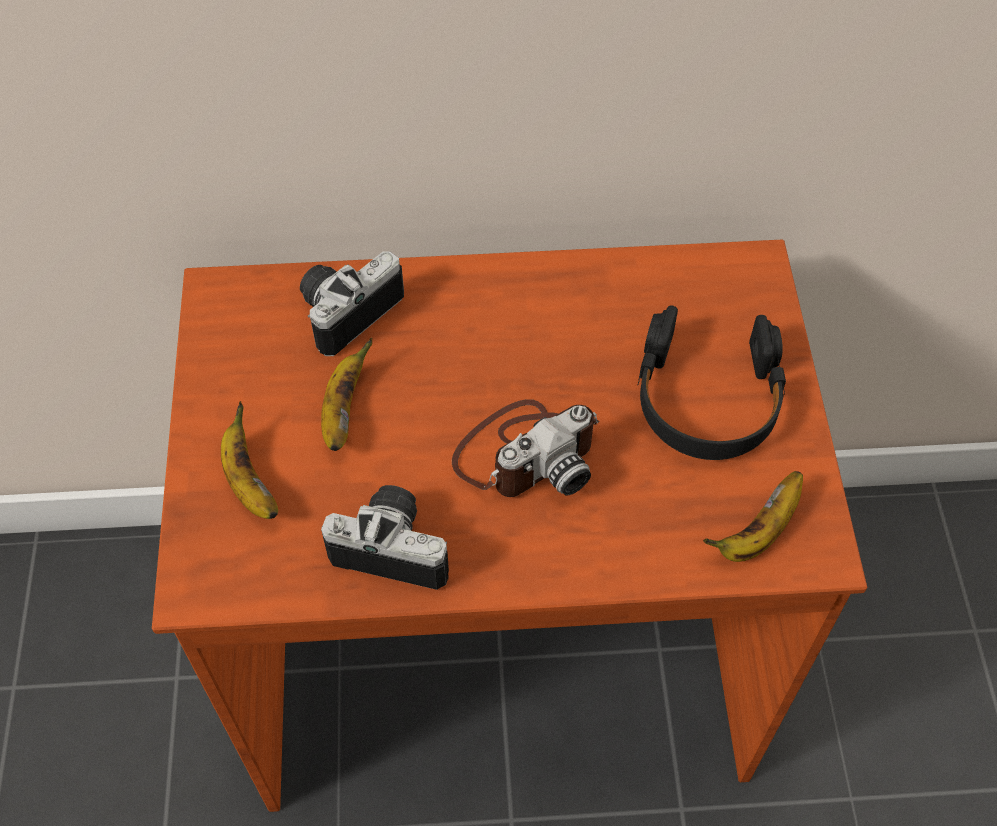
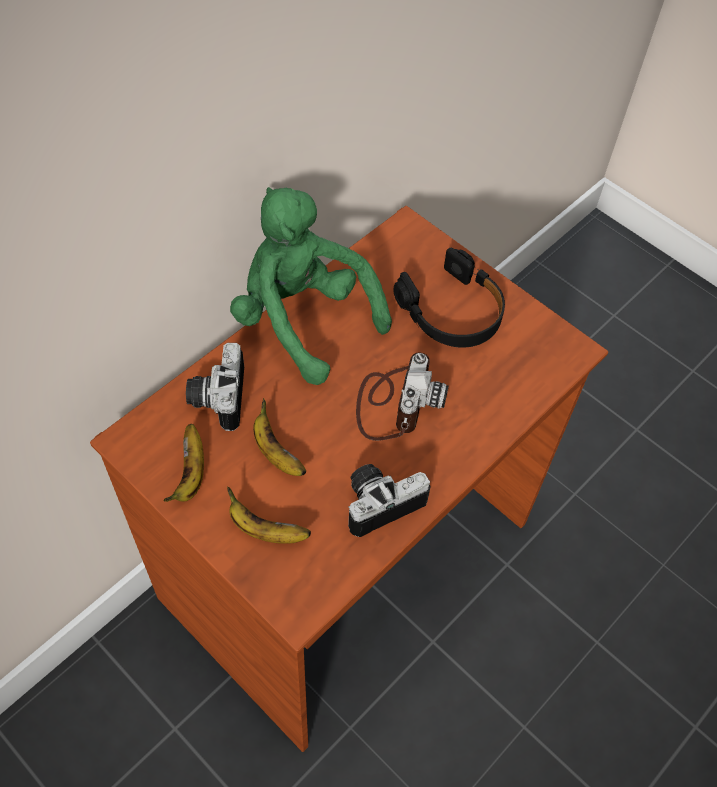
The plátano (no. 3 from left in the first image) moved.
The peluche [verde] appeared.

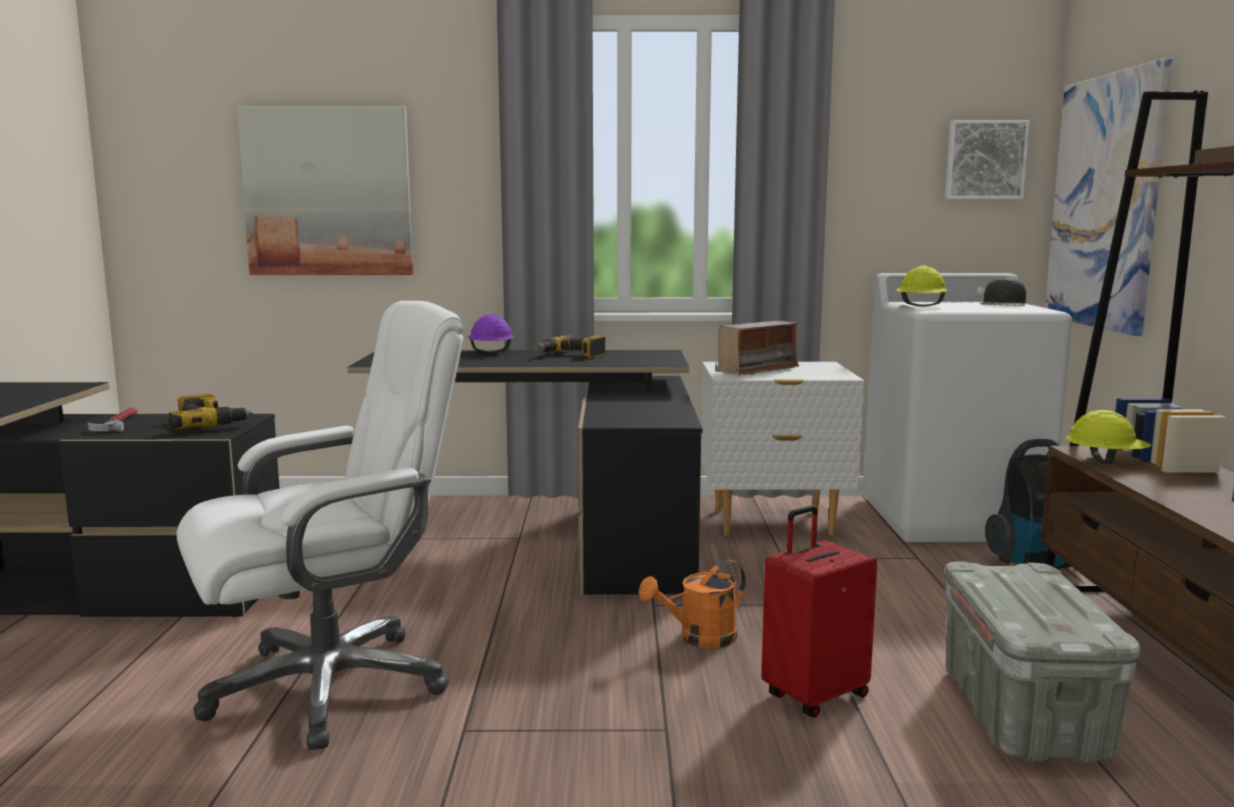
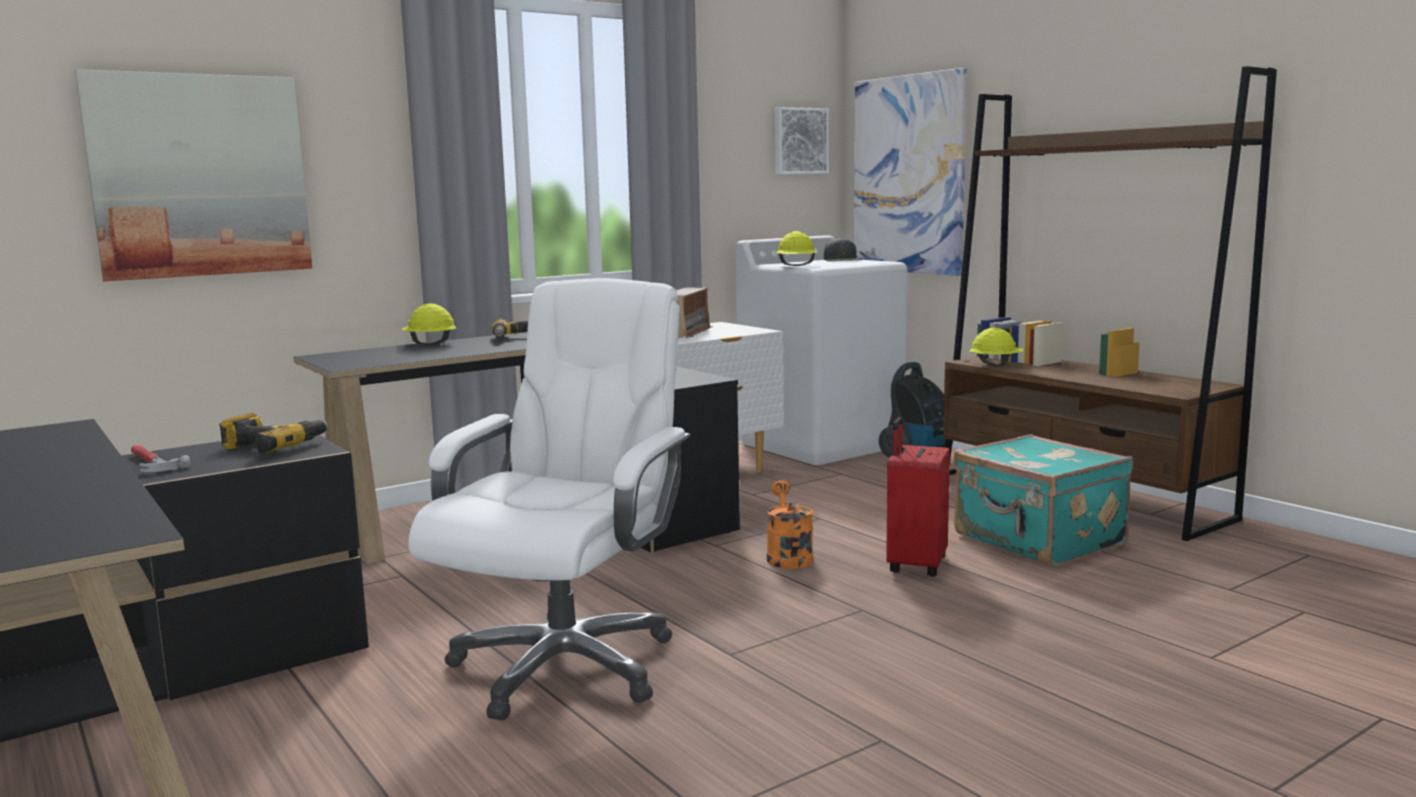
The casco [morado] became the casco [amarillo] (no. 1 from left).
The regadera [naranja] turned 150 degrees clockwise.
The caja de almacenaje [gris] was replaced by the maleta [turquesa].

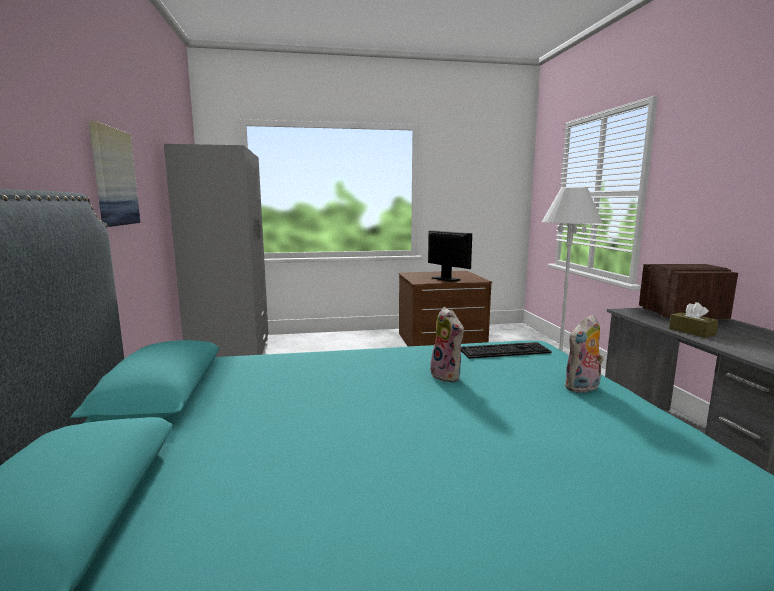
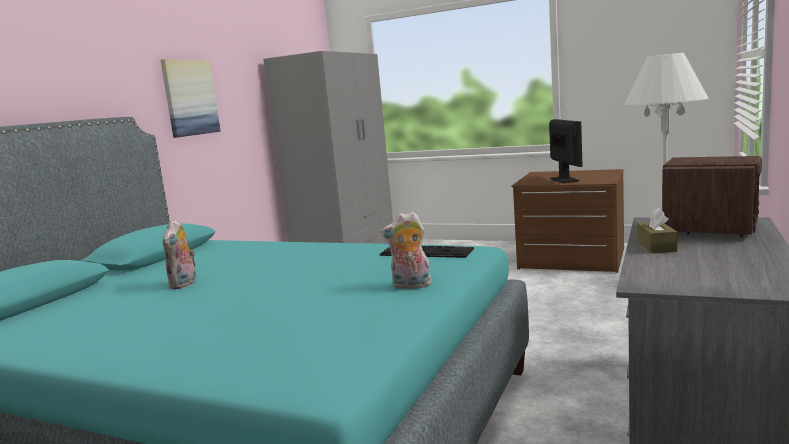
The peluche (no. 1 from left) moved.

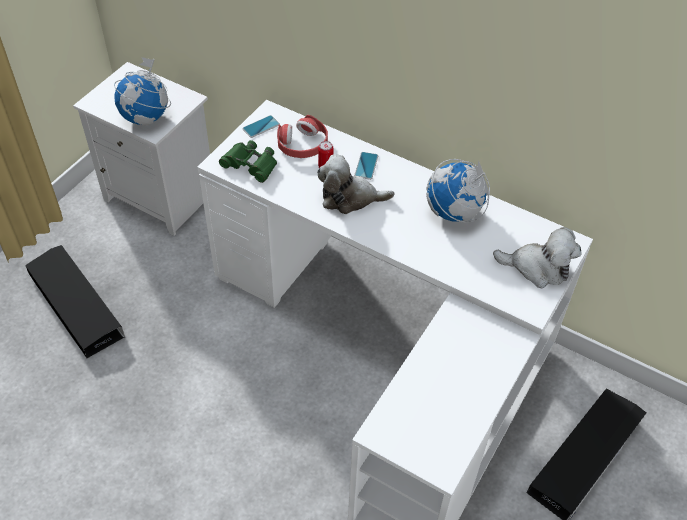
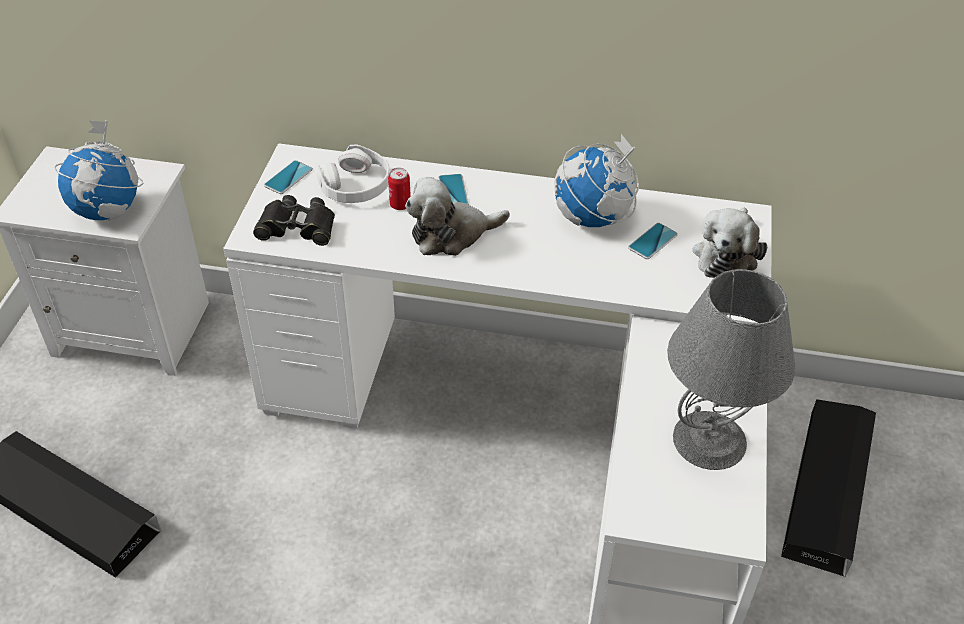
The prismáticos [verde] became the prismáticos [negro].
The auriculares [rojo] became the auriculares [blanco].
The peluche (no. 2 from left) turned 120 degrees clockwise.
The móvil (no. 3 from left) appeared.
The lámpara de mesa [gris] appeared.

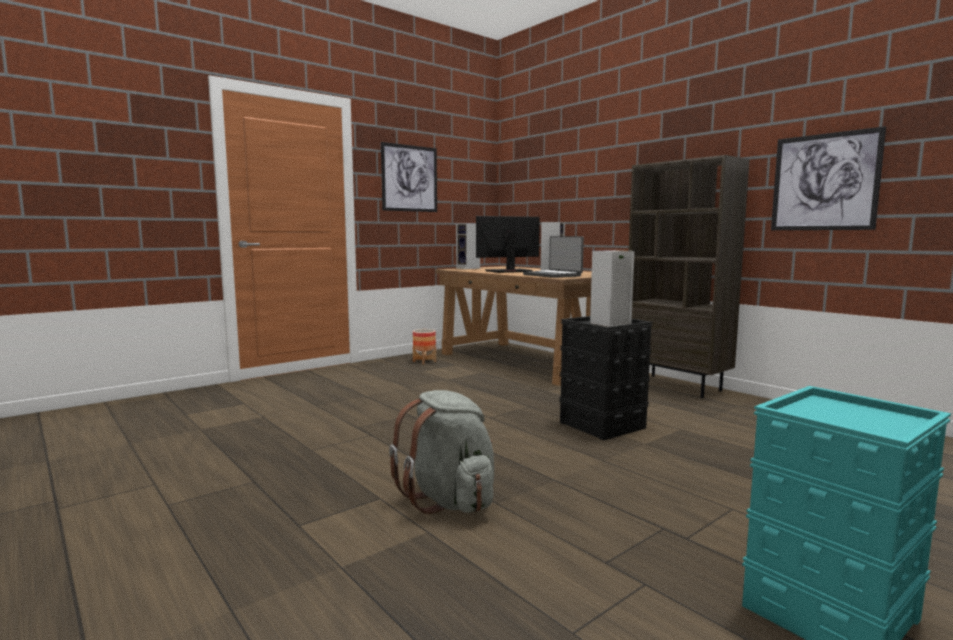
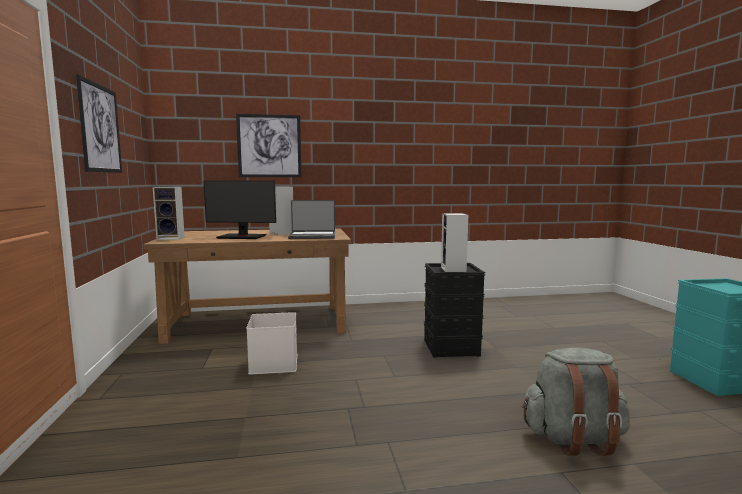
The maceta disappeared.
The monitor turned 90 degrees counterclockwise.
The estantería [marrón] disappeared.
The cuadro (no. 2 from left) moved.
The caja de almacenaje [blanco] appeared.

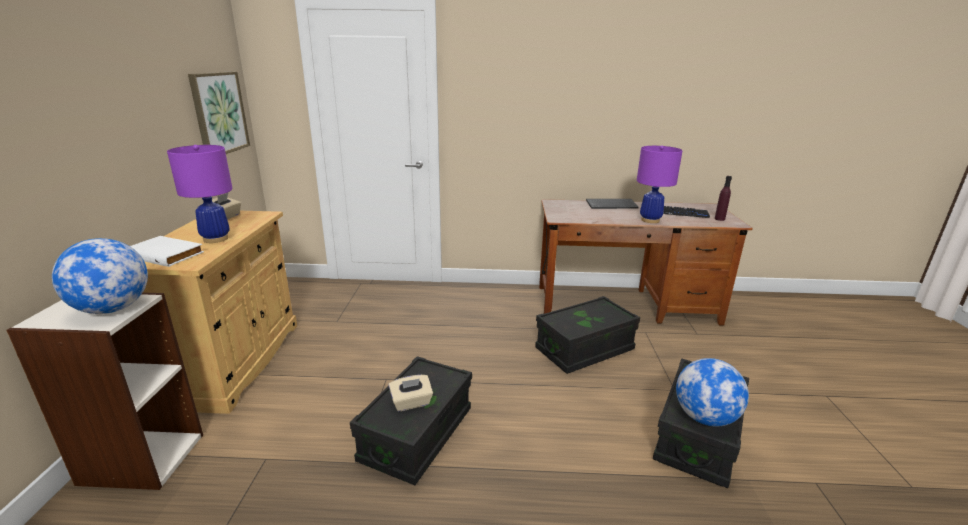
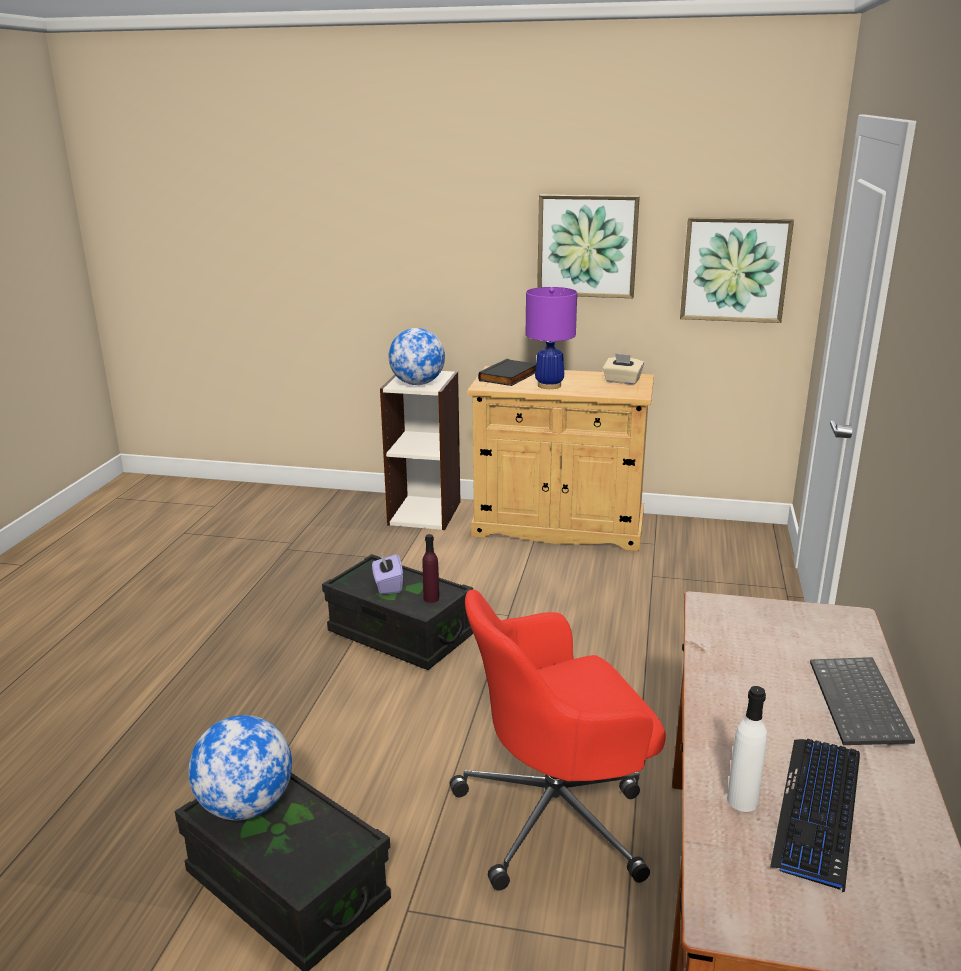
The libro [blanco] became the libro [negro].
The caja de pañuelos [beis] (no. 2 from left) became the caja de pañuelos [morado].
The caja de almacenaje [negro] (no. 2 from left) was replaced by the silla de oficina [rojo].
The lámpara de mesa [morado] (no. 2 from left) disappeared.
The botella [morado] moved.
The cuadro (no. 1 from left) appeared.
The botella [blanco] appeared.

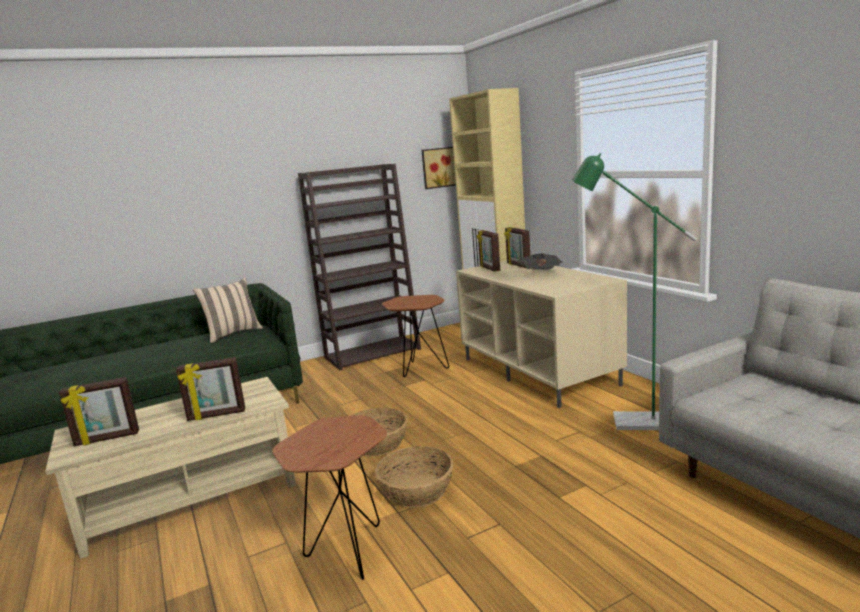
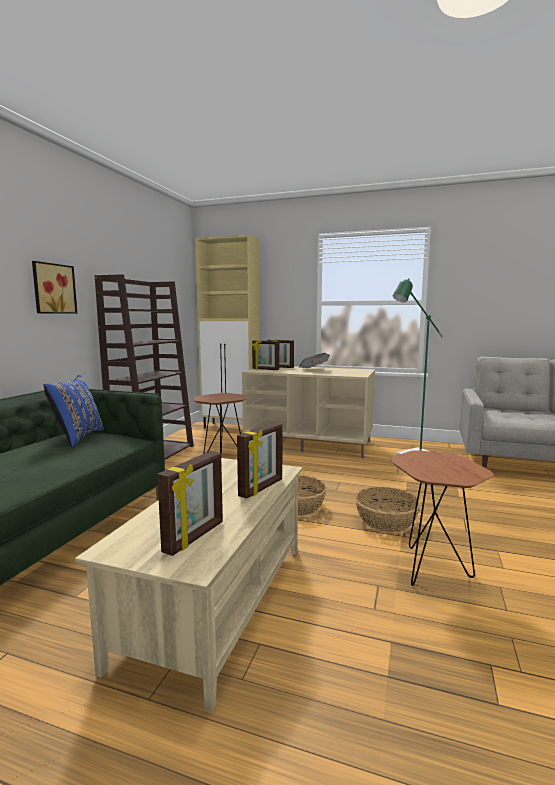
The cojín [beis] became the cojín [azul].
The cuadro moved.

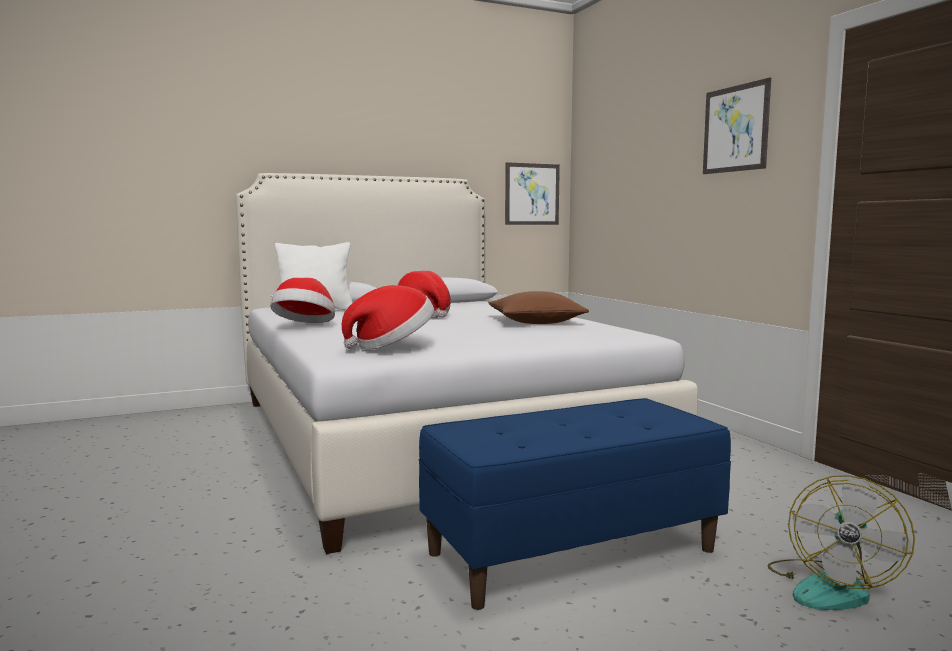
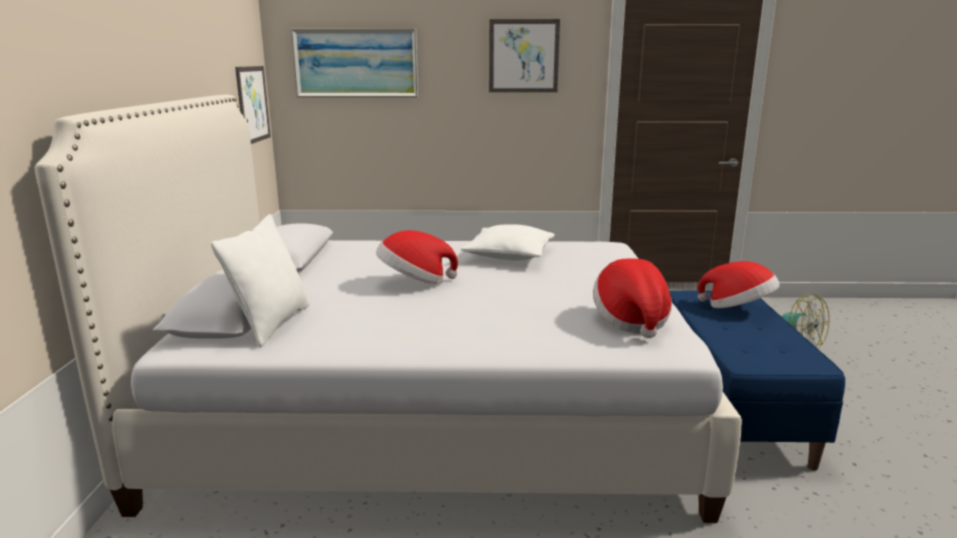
The sombrero (no. 1 from left in the first image) moved.
The cojín [marrón] became the cojín [blanco] (no. 2 from left).
The cuadro (no. 2 from left) appeared.

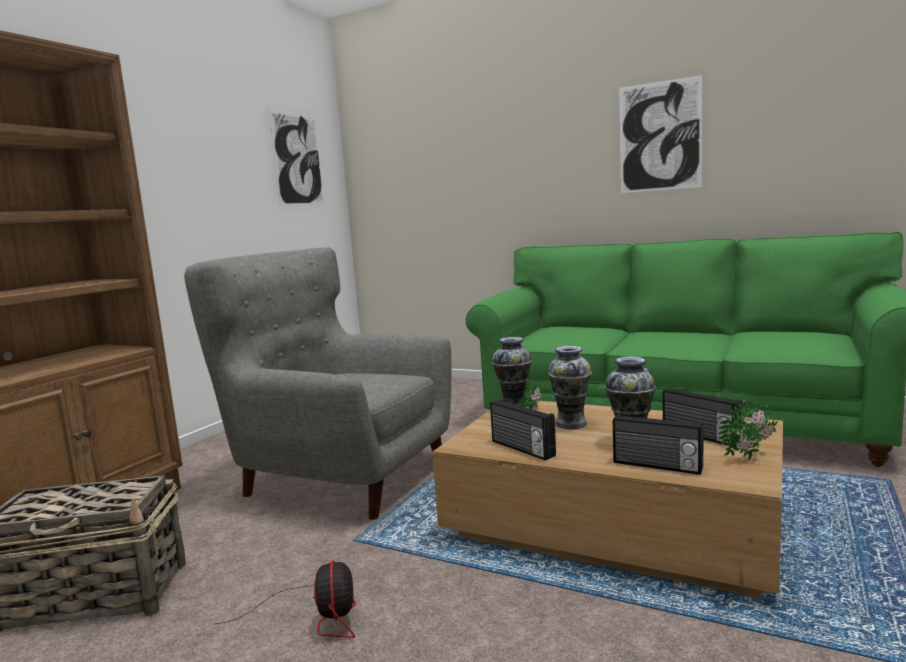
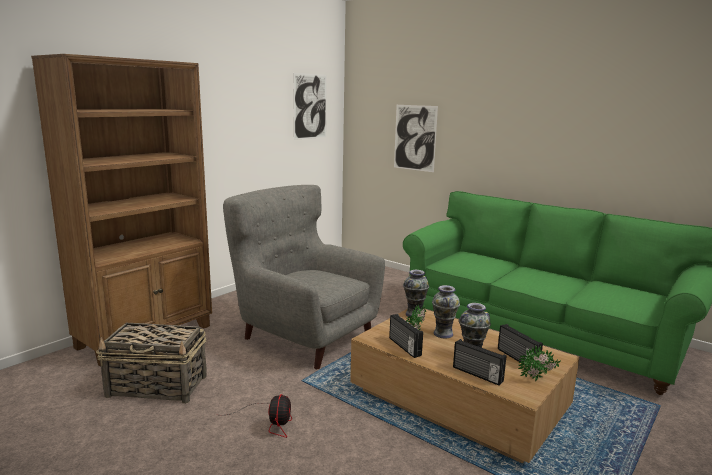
The cuadro (no. 2 from left) moved.

